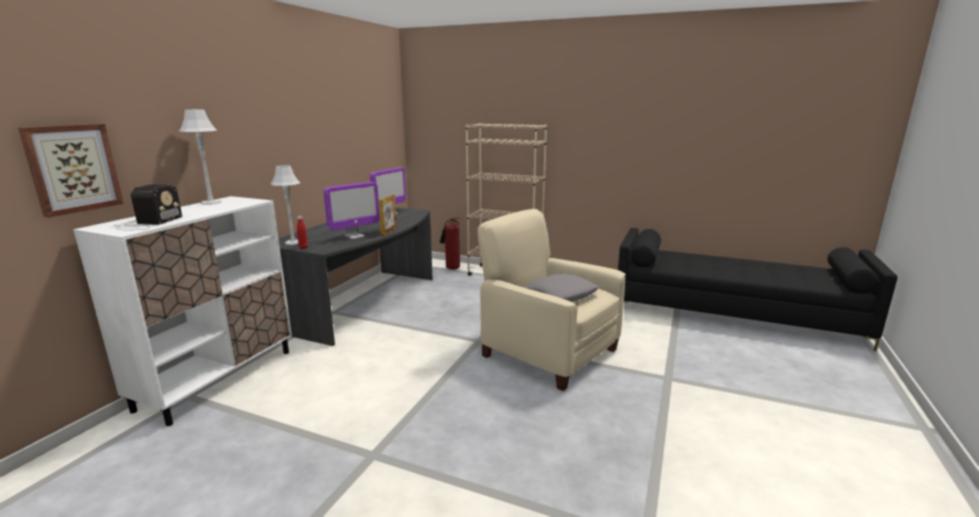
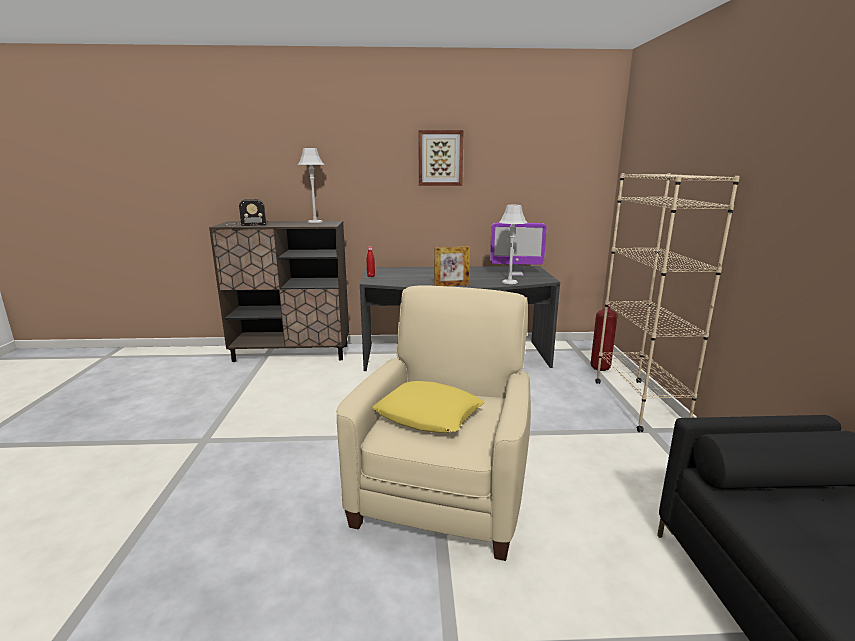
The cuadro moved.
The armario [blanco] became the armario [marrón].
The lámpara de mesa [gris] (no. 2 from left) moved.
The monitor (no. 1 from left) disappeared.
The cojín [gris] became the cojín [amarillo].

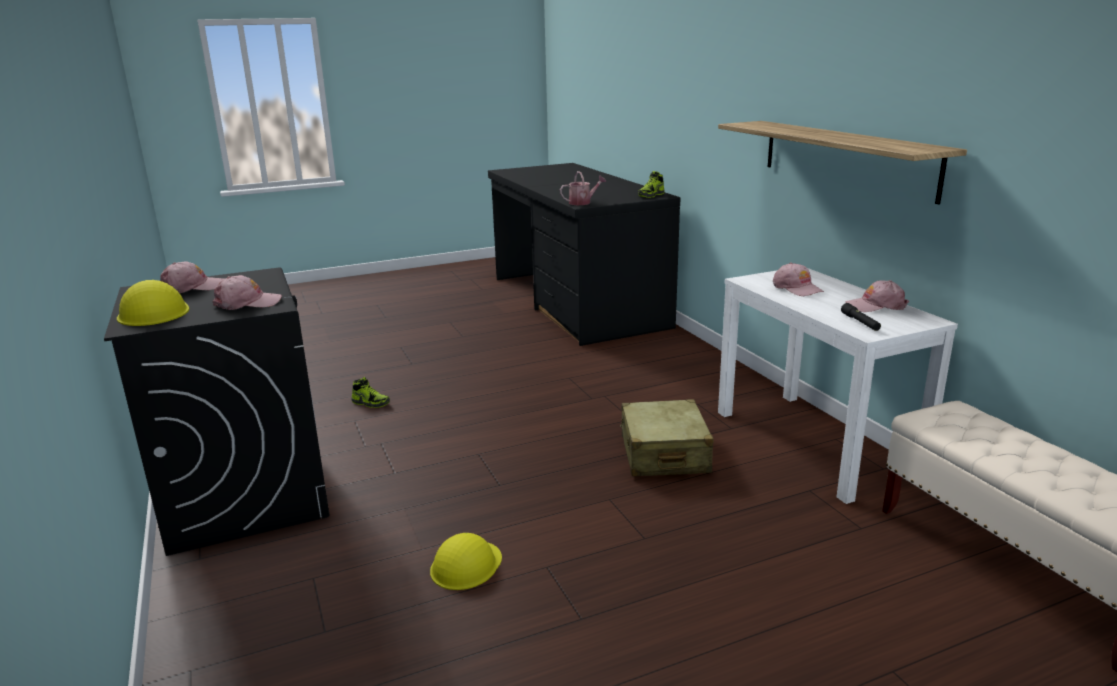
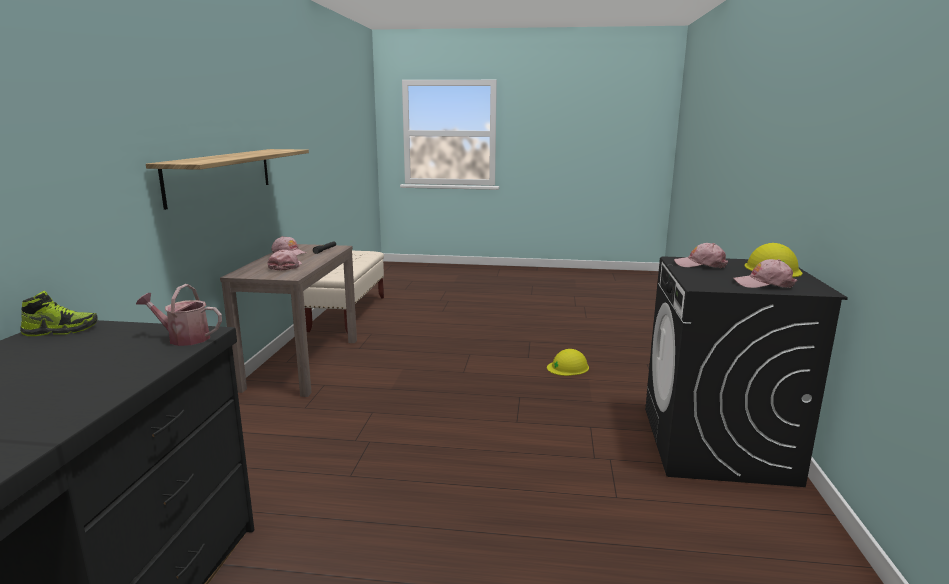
The zapato (no. 1 from left) disappeared.
The maleta [beis] disappeared.
The mesa consola [blanco] became the mesa consola [marrón].

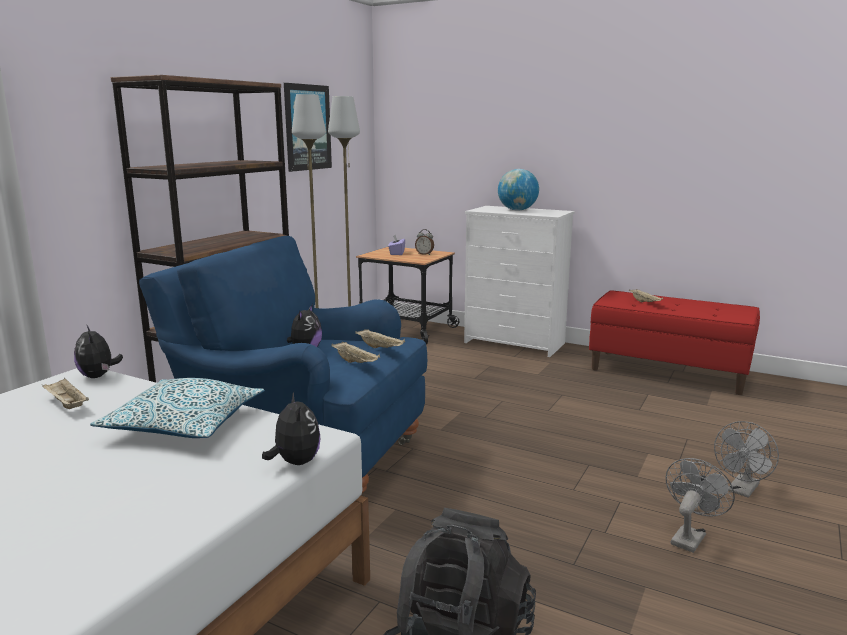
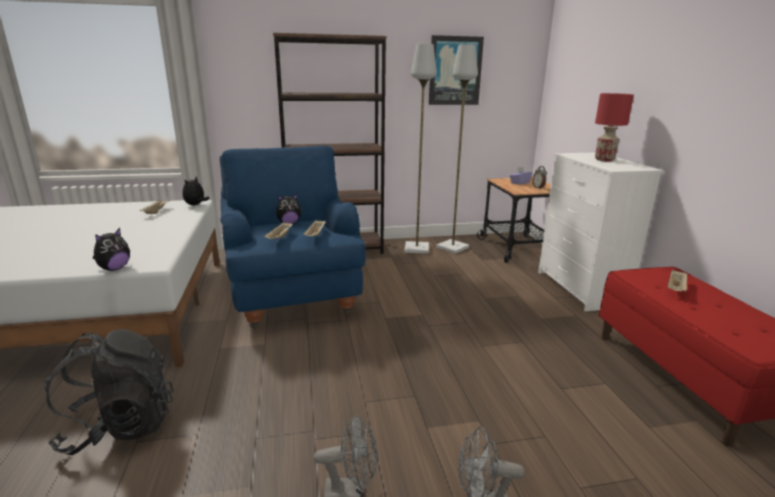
The cojín disappeared.
The globo terráqueo was replaced by the lámpara de mesa [rojo].

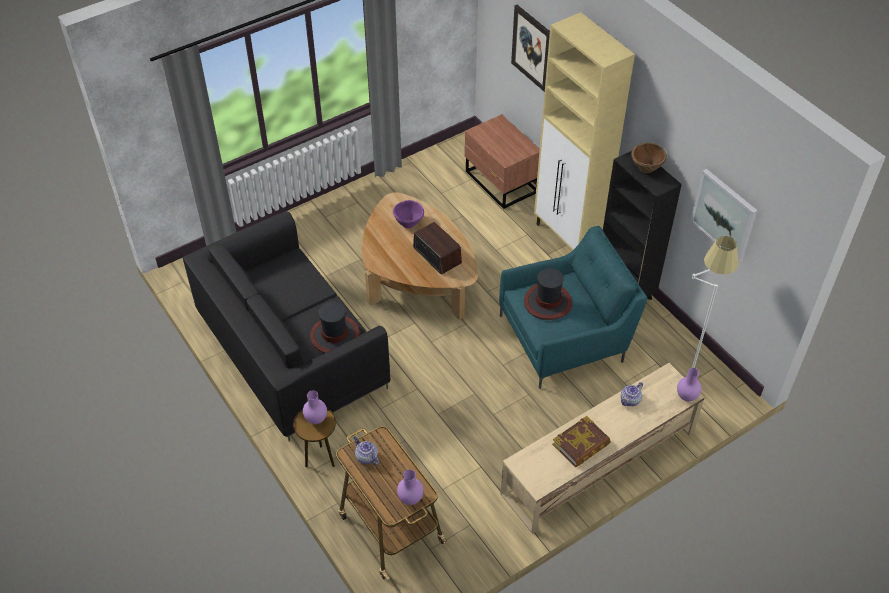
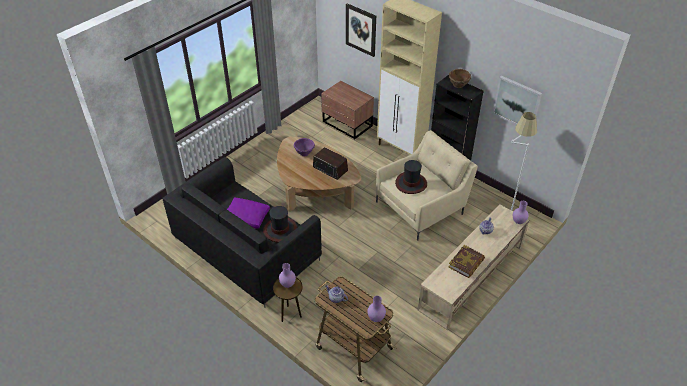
The sillón [turquesa] became the sillón [beis].
The cojín [morado] appeared.

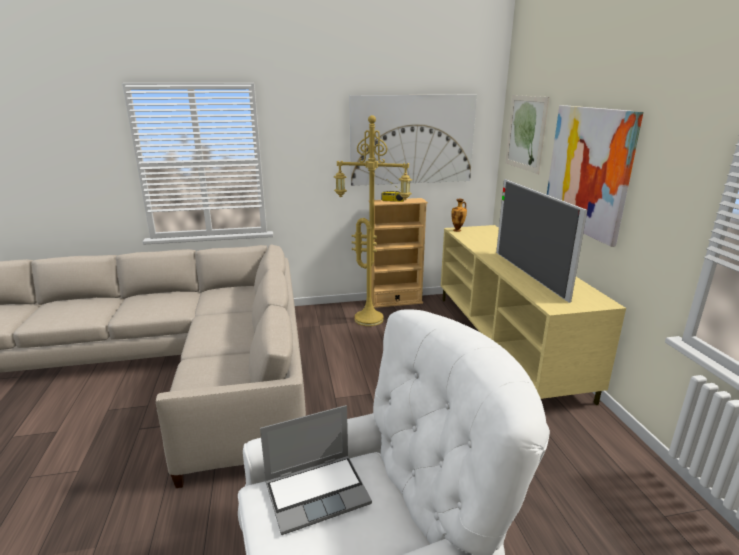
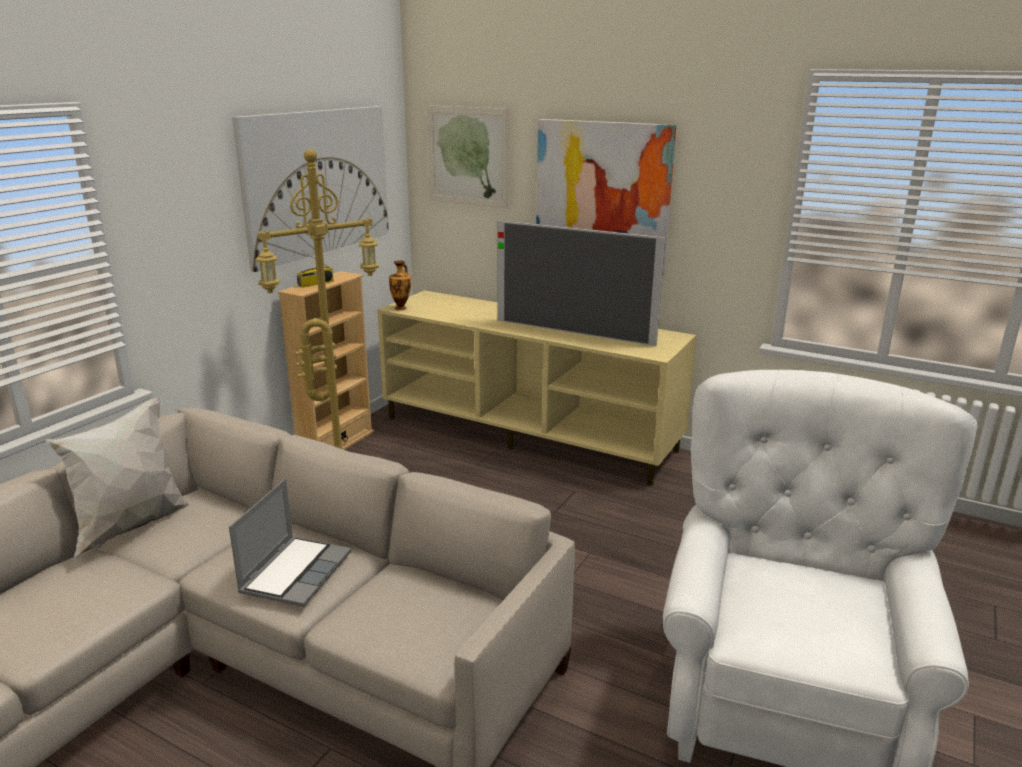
The portátil moved.
The cojín [blanco] appeared.

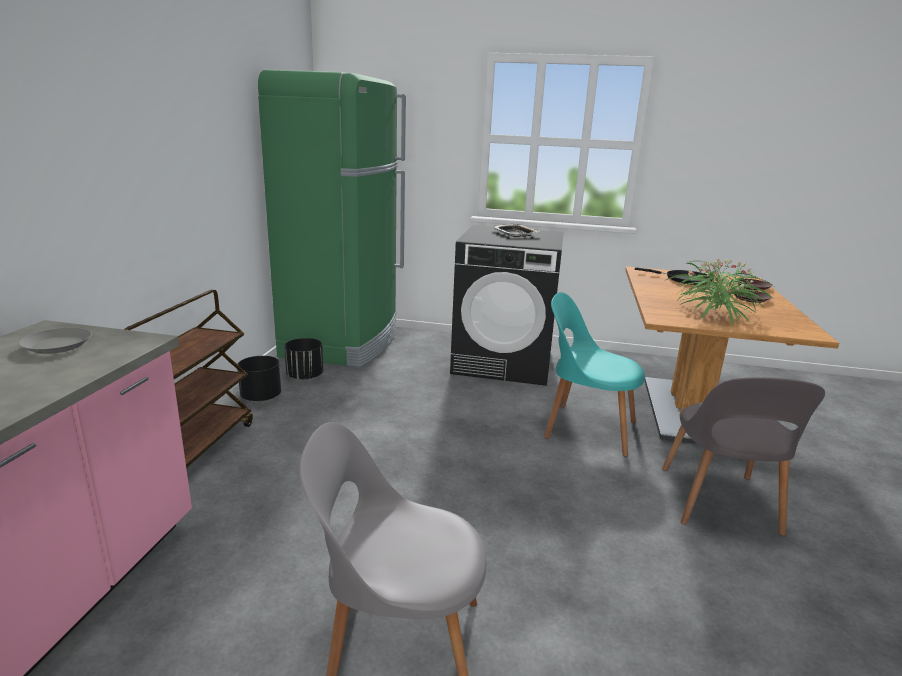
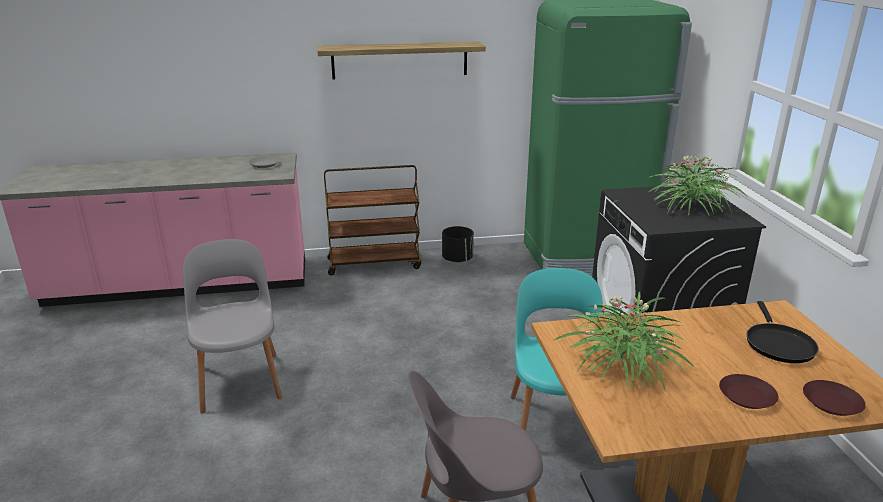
The maceta [negro] (no. 2 from left) disappeared.
The bandeja was replaced by the planta en maceta (no. 2 from left).
The estante appeared.

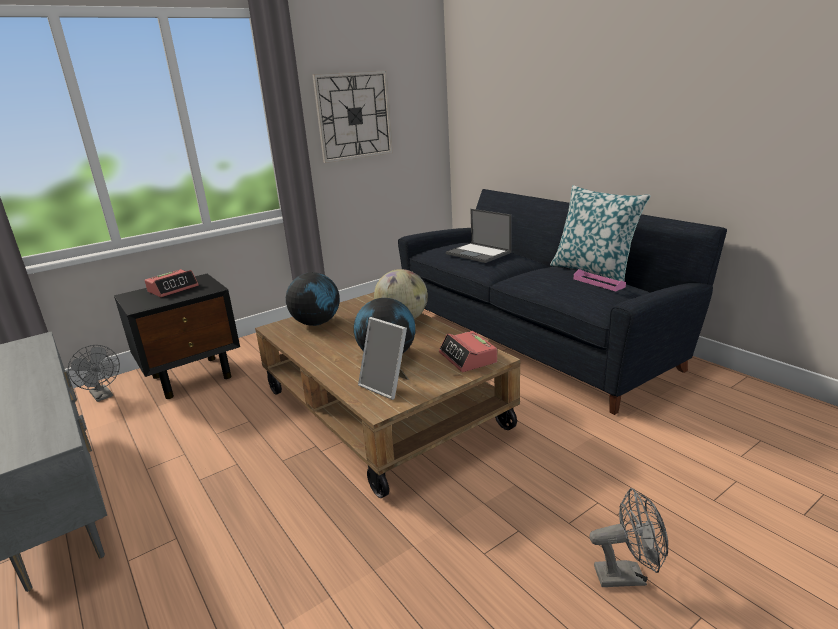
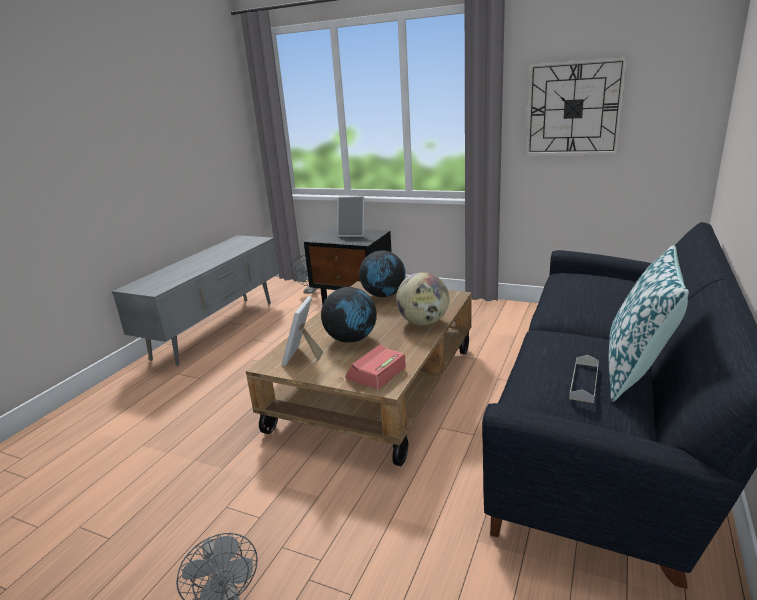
The despertador (no. 1 from left) was replaced by the portarretratos (no. 2 from left).
The portátil disappeared.
The bandeja [rosa] became the bandeja [gris].

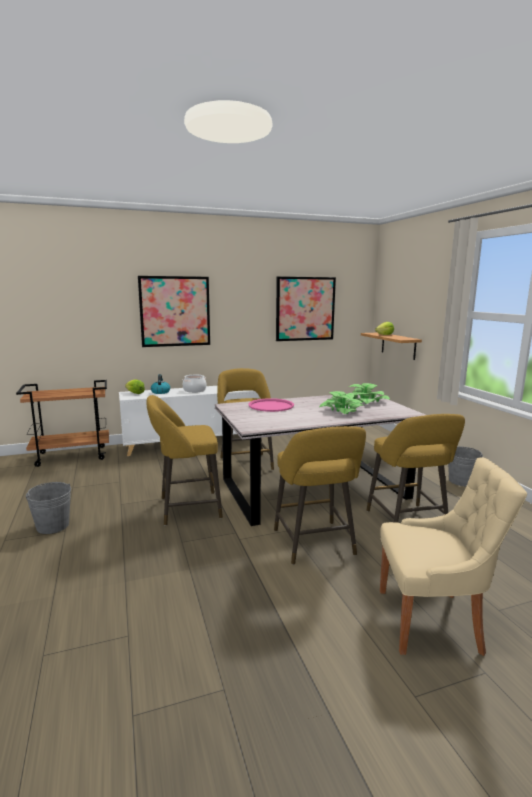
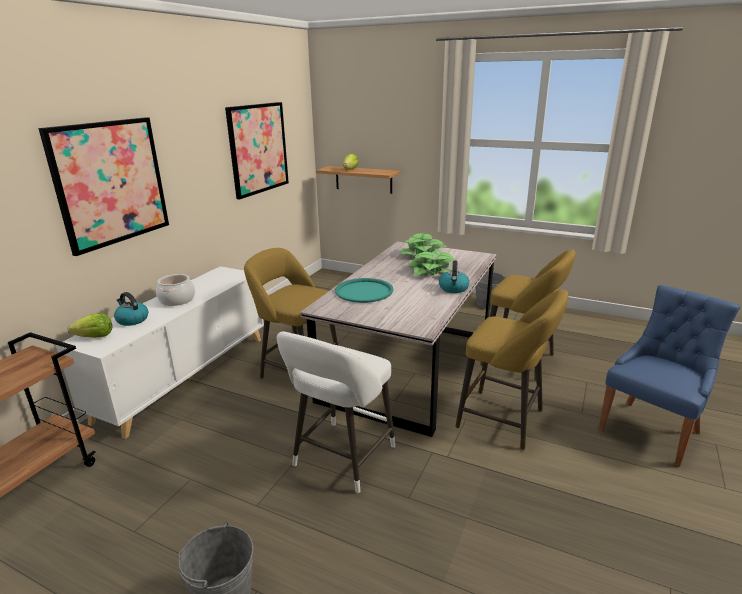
The taburete [amarillo] (no. 1 from left) became the taburete [blanco].
The bandeja [rosa] became the bandeja [turquesa].
The silla [beis] became the silla [azul].
The hervidor (no. 2 from left) appeared.

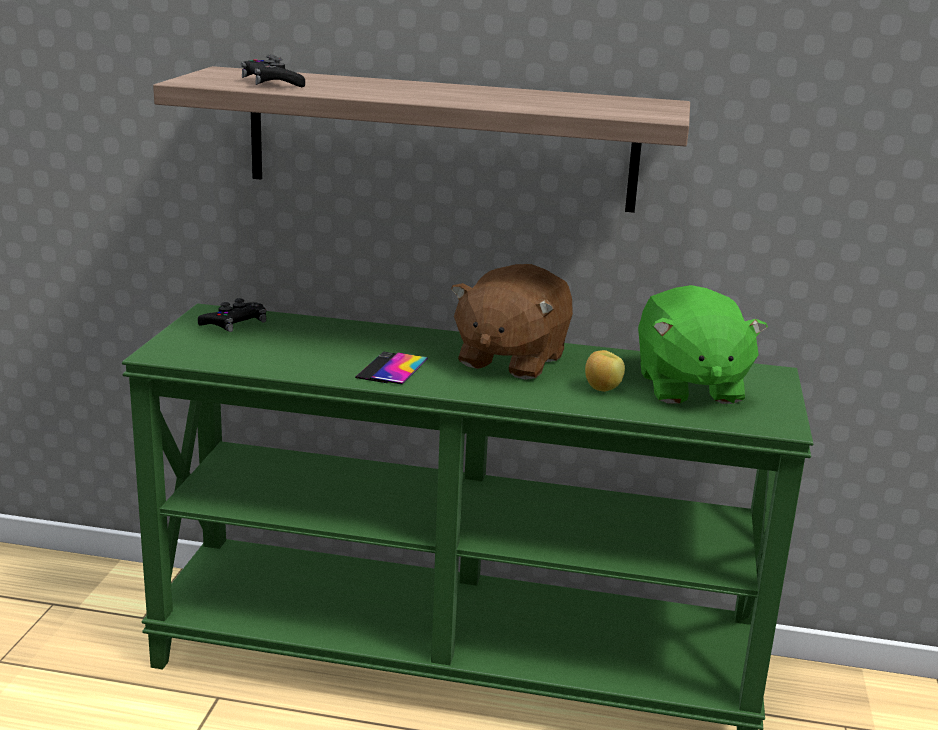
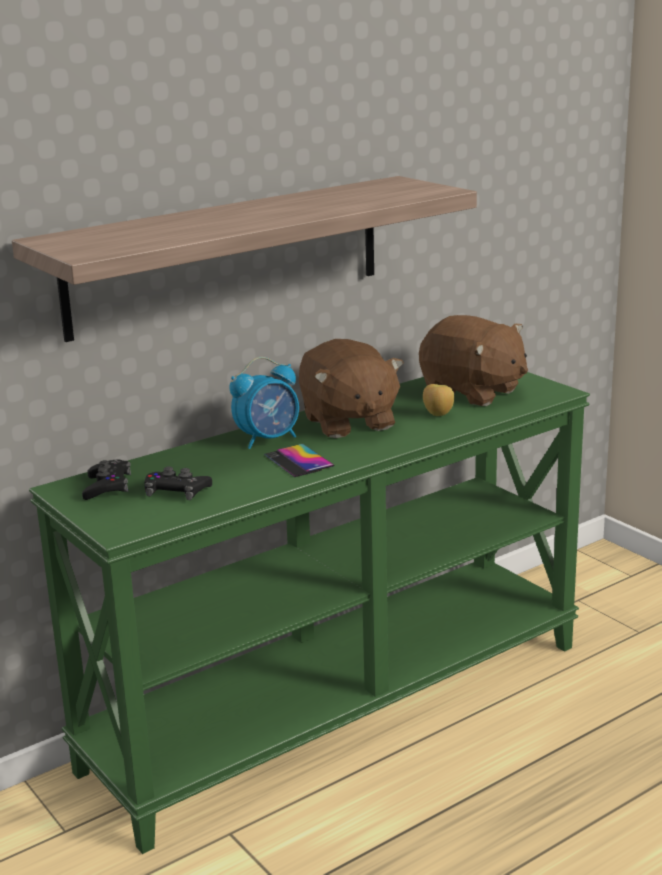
The mando de consola [negro] (no. 2 from left) moved.
The peluche [verde] became the peluche [marrón] (no. 2 from left).
The despertador appeared.

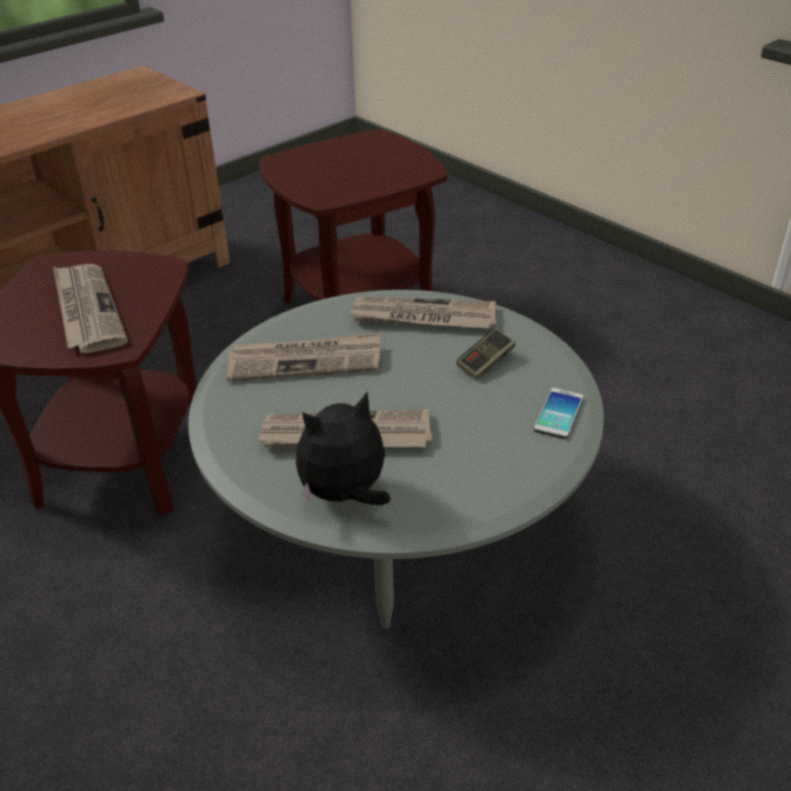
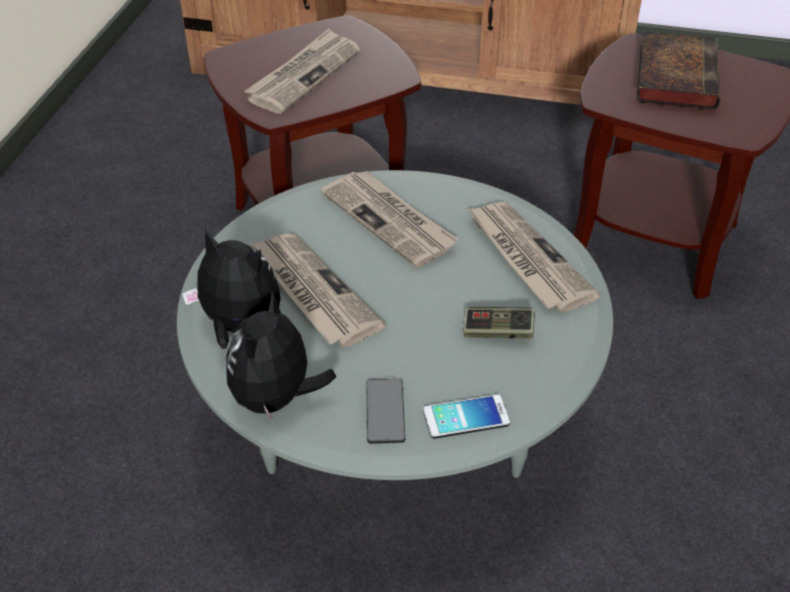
The peluche (no. 2 from left) appeared.
The móvil (no. 1 from left) appeared.
The libro appeared.

